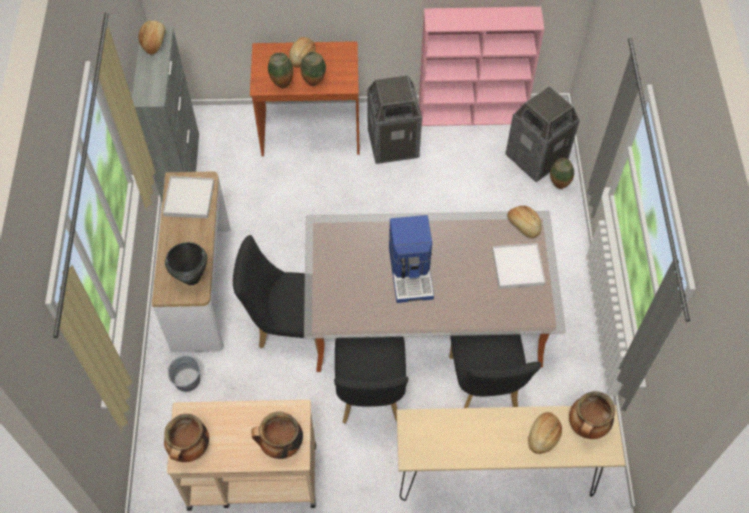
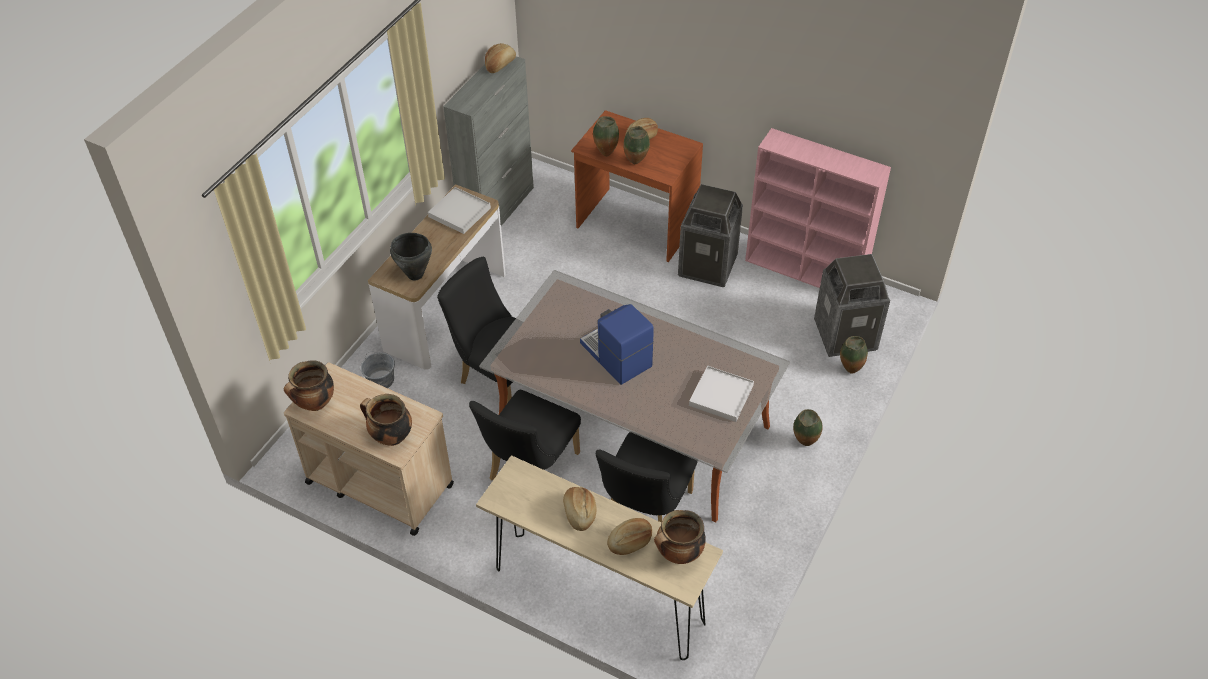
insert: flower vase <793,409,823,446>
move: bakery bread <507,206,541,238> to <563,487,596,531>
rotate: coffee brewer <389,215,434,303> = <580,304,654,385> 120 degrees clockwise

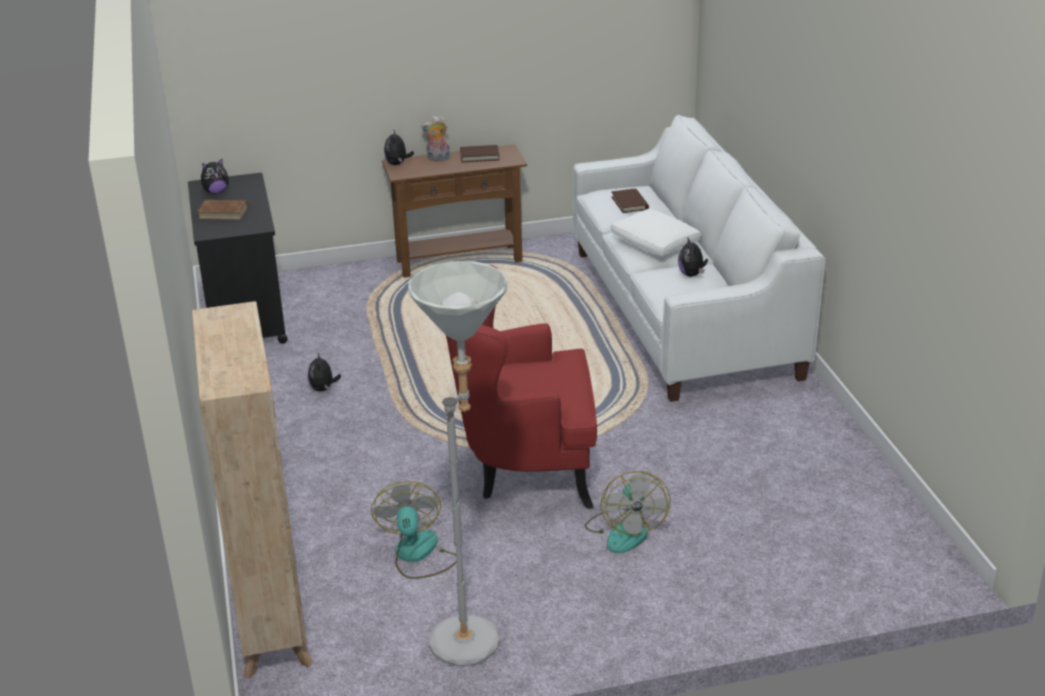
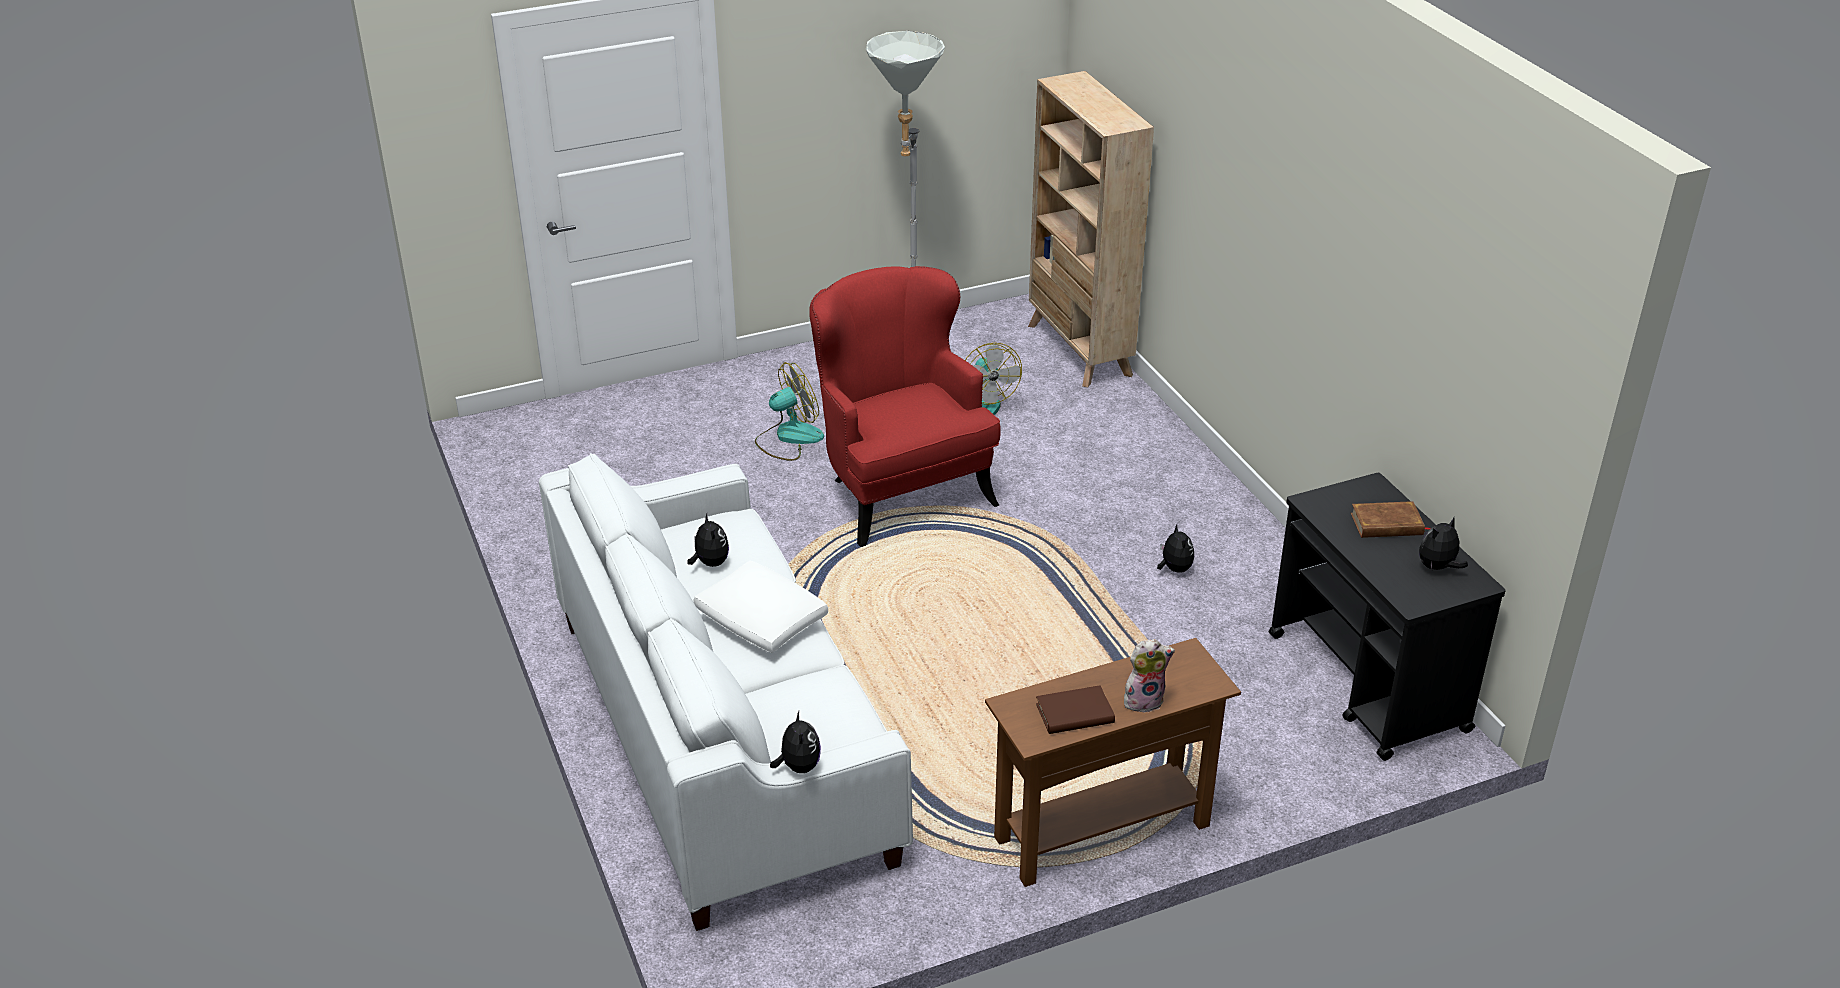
delete: volume (brownish) <611,188,649,213>
move: soft toy <384,130,414,165> to <770,711,821,773>
rotate: armchair (red) <446,265,597,509> = <809,266,1001,547> 105 degrees counterclockwise; fan <585,471,671,553> = <755,362,824,461> 75 degrees clockwise

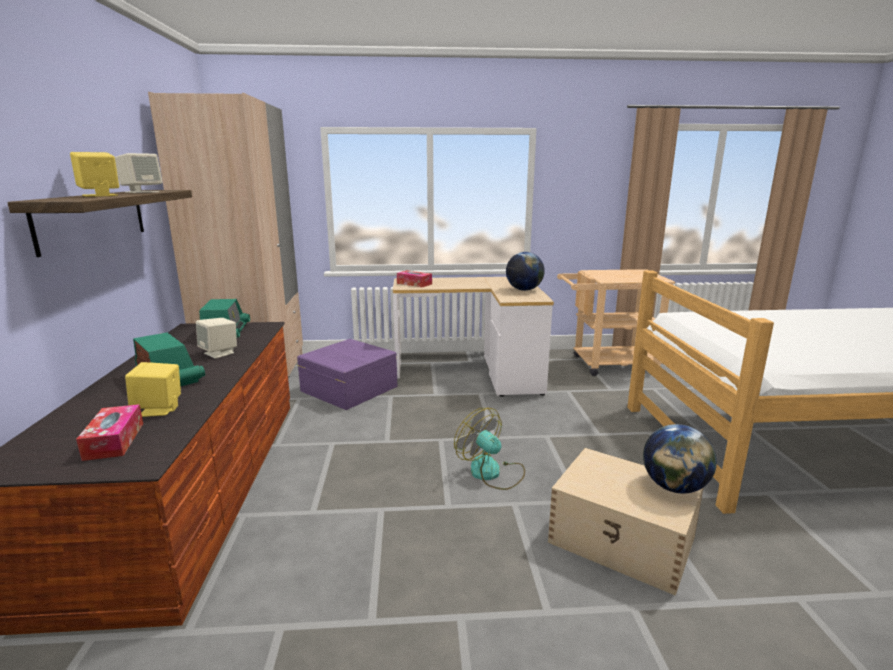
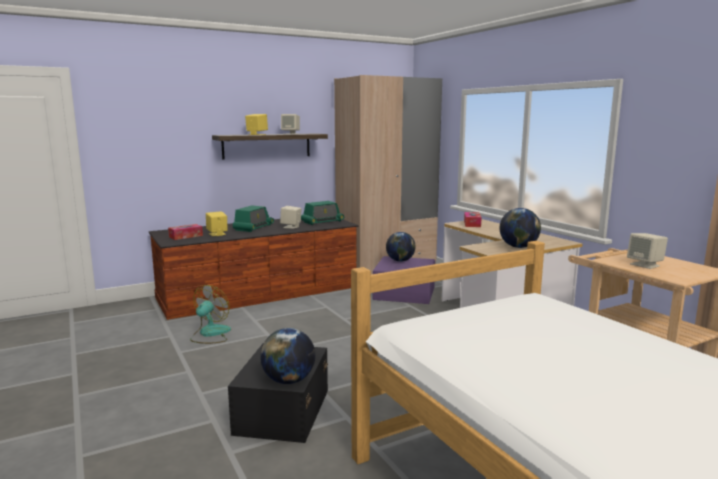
insert: desk globe <386,232,416,262>; speaker (beige) <627,233,668,269>
move: fan <454,408,525,490> to <190,285,231,344>
recolor: storage box (beige) <548,448,704,596> to storage box (black-coloured) <228,343,328,443>

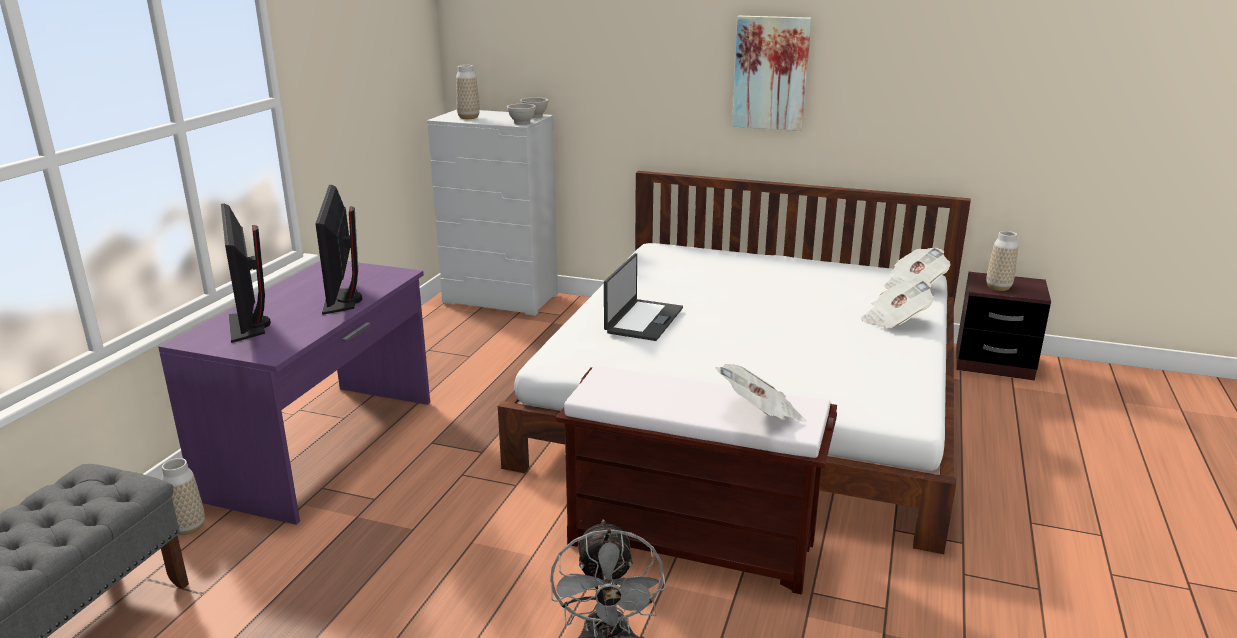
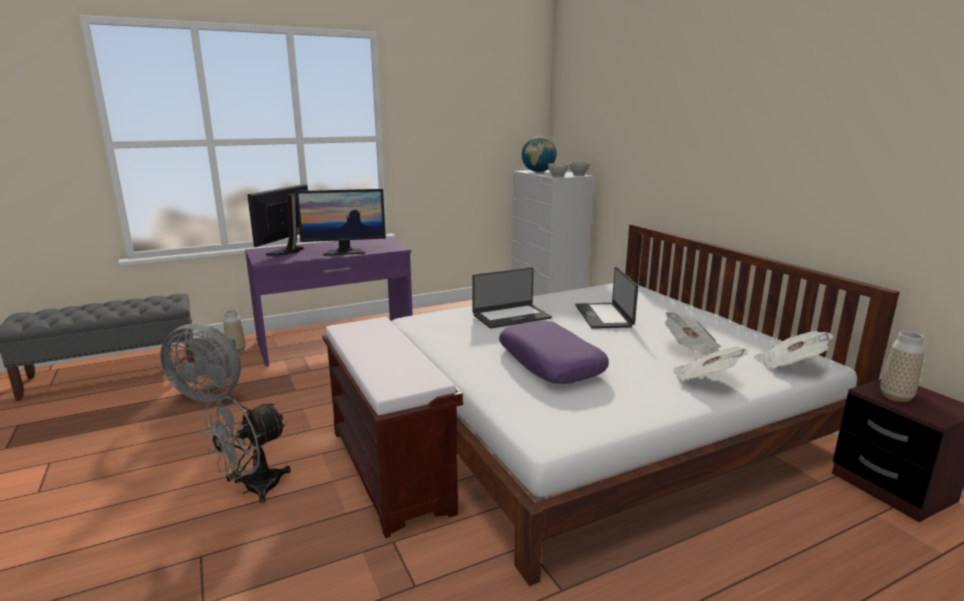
delete: wall art <732,16,812,131>
insert: fan (grey) <160,323,241,401>; cushion (purple) <499,321,609,384>; portable computer <575,267,638,329>
move: newspaper <716,364,807,421> to <665,311,721,356>
replace: flower vase <456,65,480,119> to desk globe <522,136,556,172>
rotate: monitor <315,185,362,315> = <295,189,386,256> 135 degrees counterclockwise

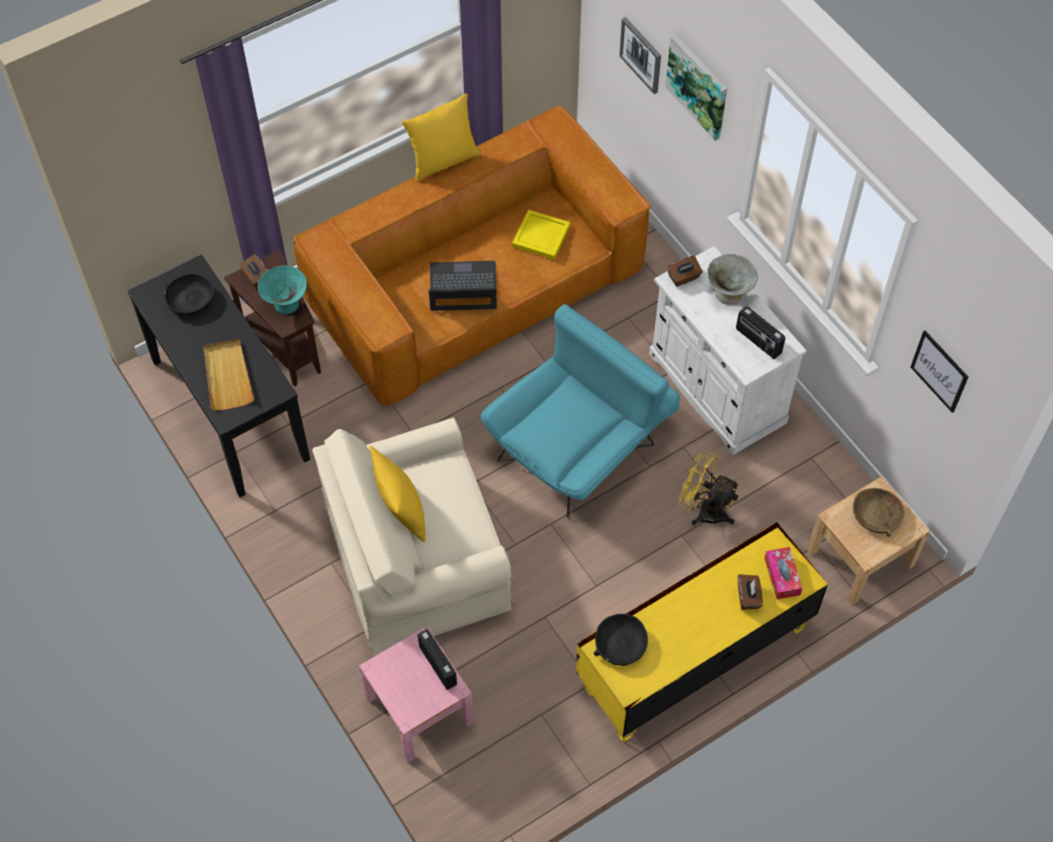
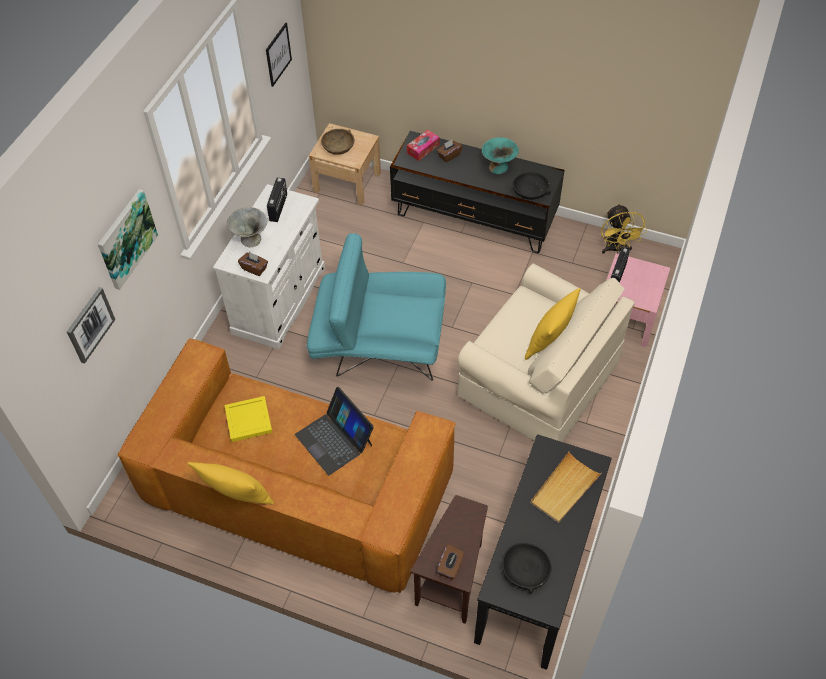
move: serving bowl (blue-green) <258,266,307,315> to <482,137,519,174>; fan (yellow-coloured) <678,450,740,526> to <601,204,647,254>
recolor: tv stand (yellow-coloured) <576,522,828,742> to tv stand (black-coloured) <390,131,565,253>

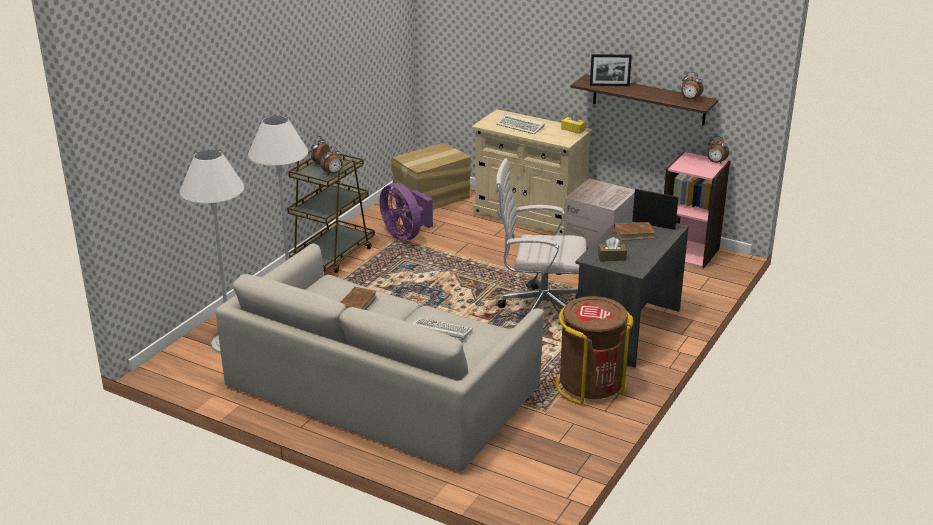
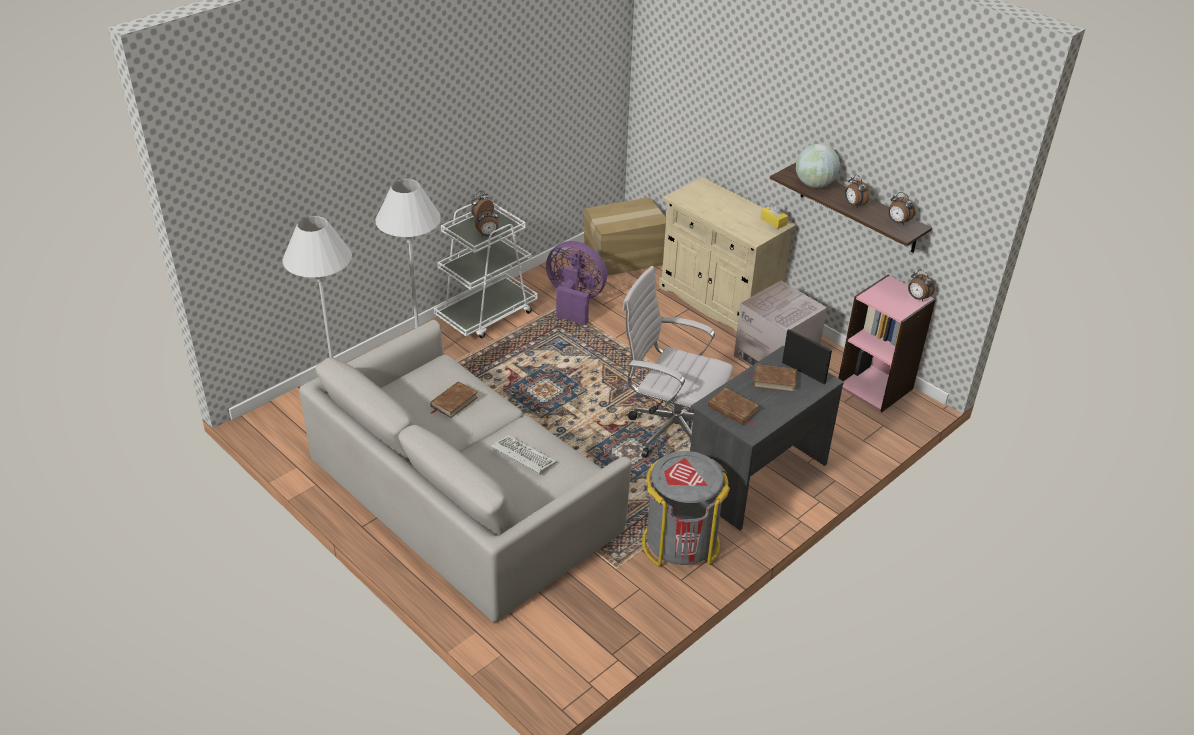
delete: PC keyboard <496,114,545,134>
insert: alarm clock <845,174,869,209>
replace: photo frame <590,54,632,86> to desk globe <796,144,840,188>; tissue holder (brownish) <598,237,627,261> to volume (brownish) <708,387,760,426>
recolor: wheeled cart (brownish) <287,150,375,273> to wheeled cart (white) <434,203,538,339>; waste bin (brownish) <556,296,634,405> to waste bin (grey) <642,451,730,566>
rotate: fan (purple) <379,183,433,241> = <546,241,607,325> 135 degrees clockwise

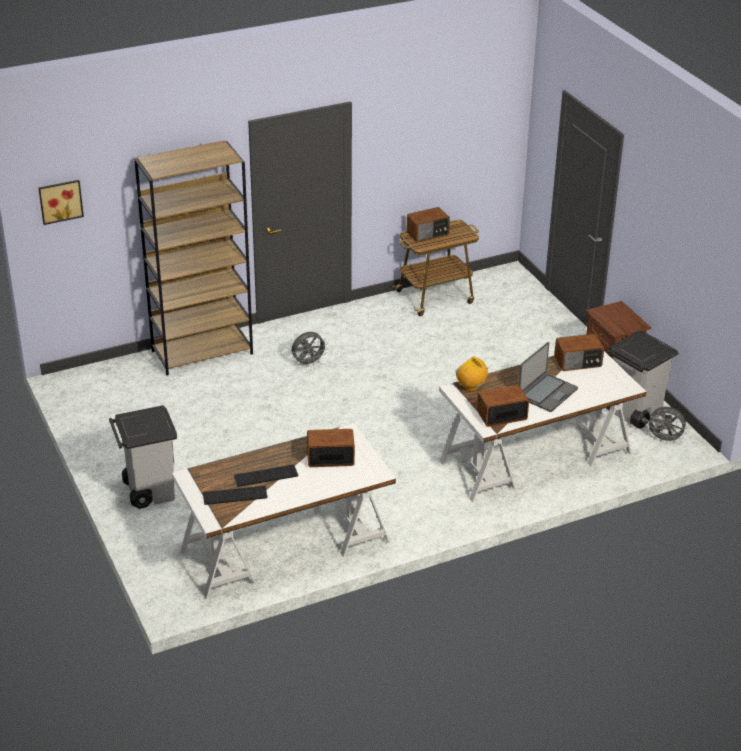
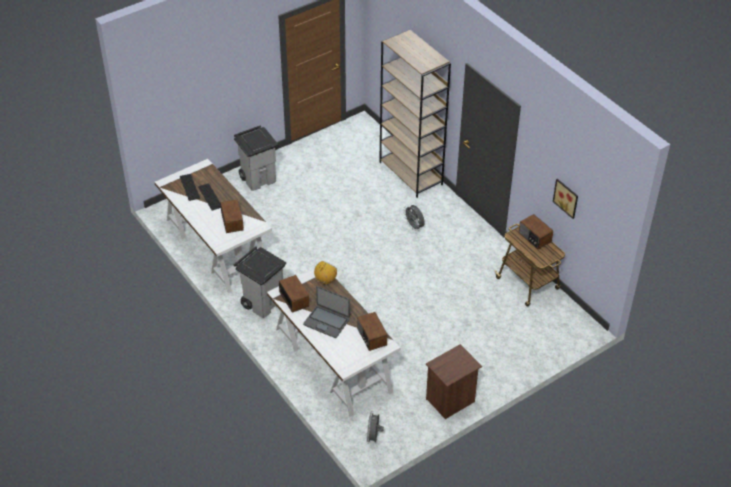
move: wall art <39,180,84,225> to <553,179,578,219>; waste bin (grey) <606,330,679,429> to <234,246,286,318>

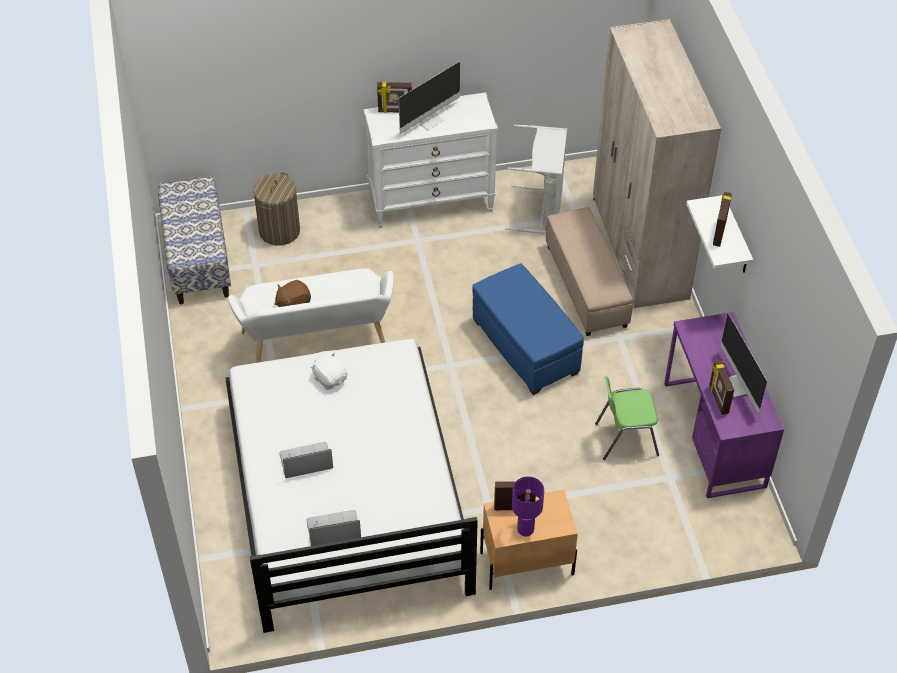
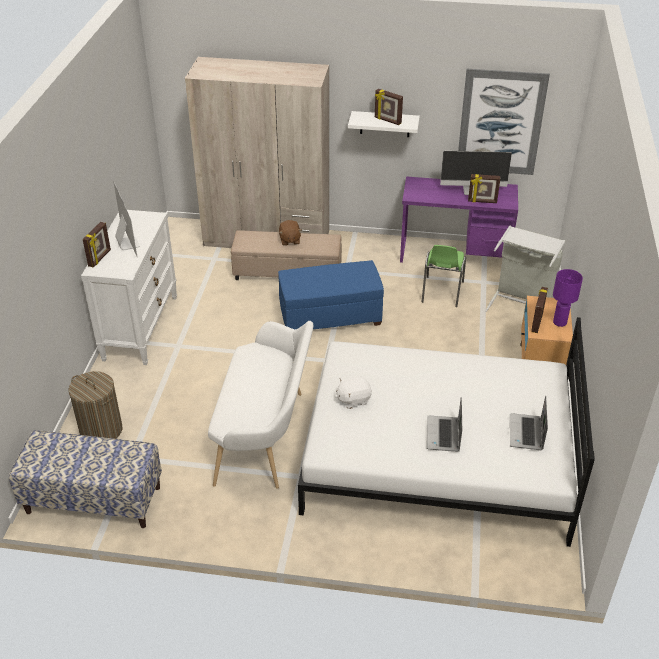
insert: wall art <458,69,550,175>
move: soft toy (brownish) <275,280,311,307> to <279,220,302,246>; hamper (grey) <505,125,567,234> to <485,226,565,312>

